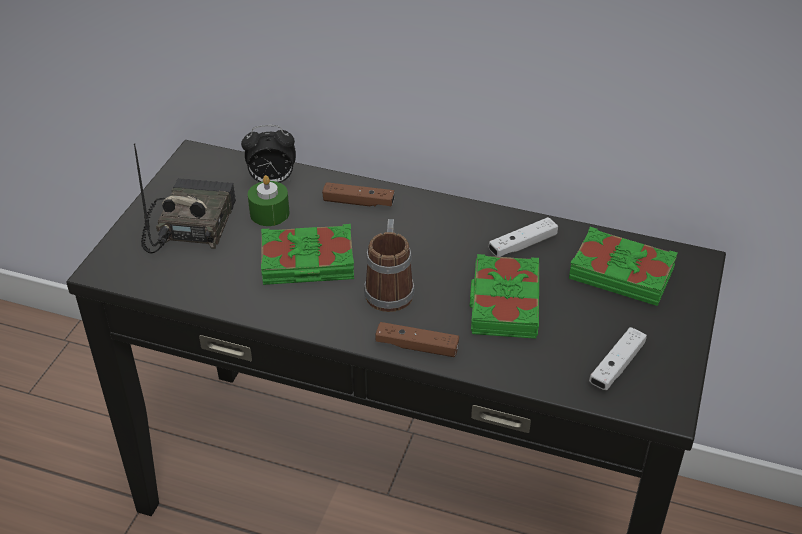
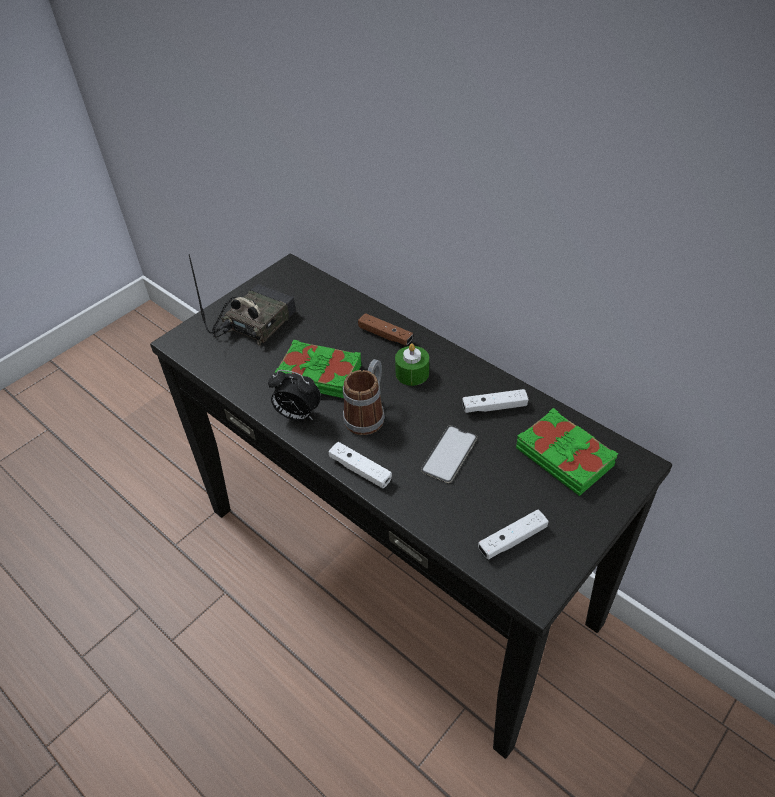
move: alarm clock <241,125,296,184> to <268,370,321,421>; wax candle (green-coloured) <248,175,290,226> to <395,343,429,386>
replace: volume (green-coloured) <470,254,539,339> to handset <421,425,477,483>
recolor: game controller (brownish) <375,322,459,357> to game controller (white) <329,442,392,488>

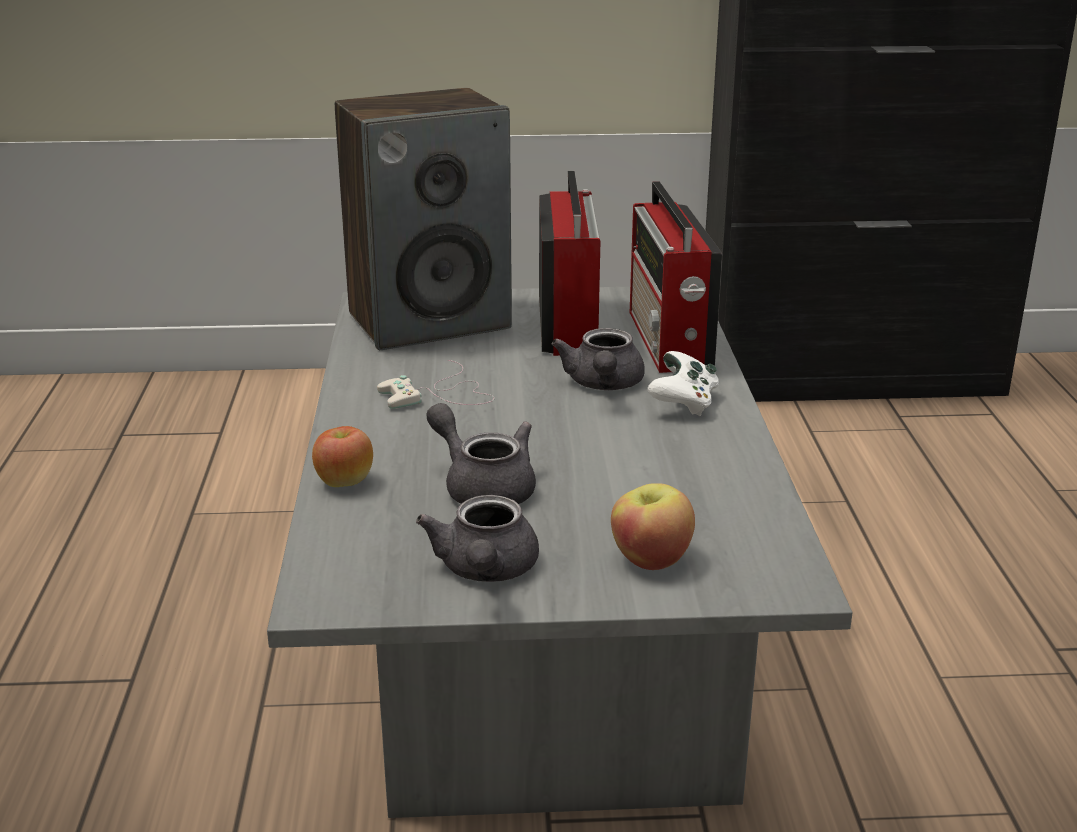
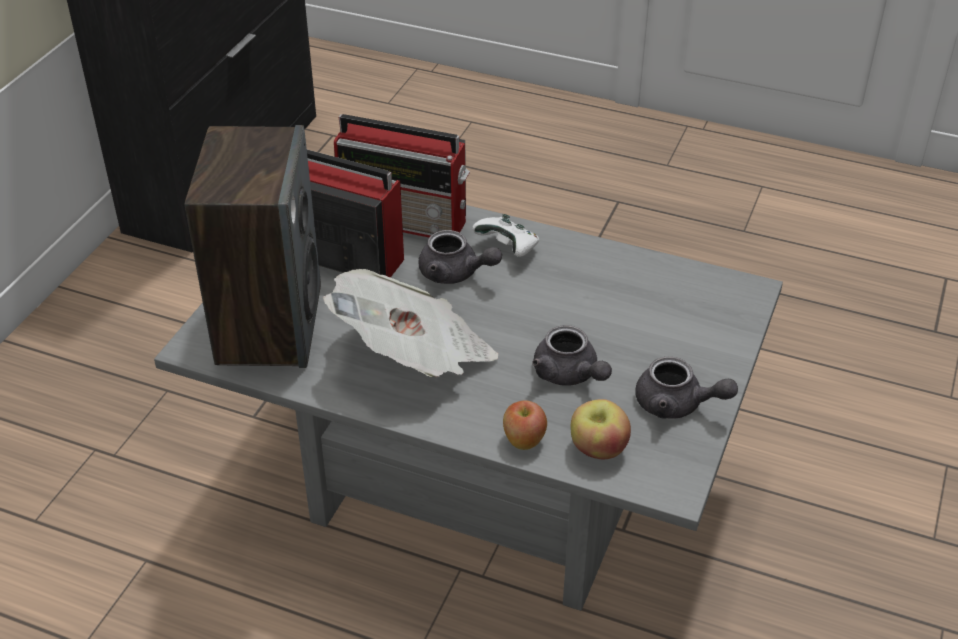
move: whole apple <611,483,695,570> to <570,399,631,459>
replace: game controller (white) <377,360,495,409> to newspaper <323,269,498,378>
rotate: pot for tea (grey) <426,403,536,504> = <532,325,612,386> 105 degrees counterclockwise

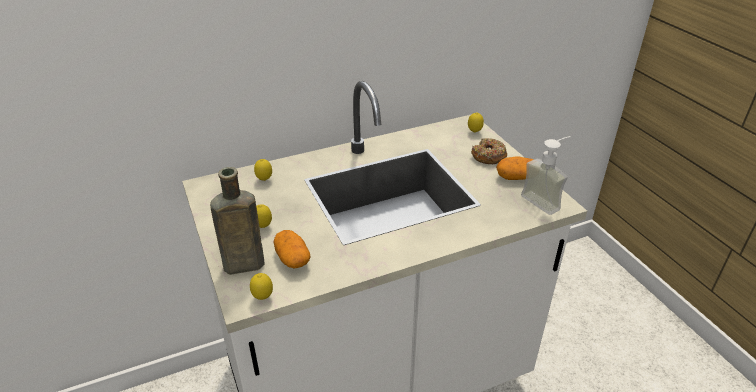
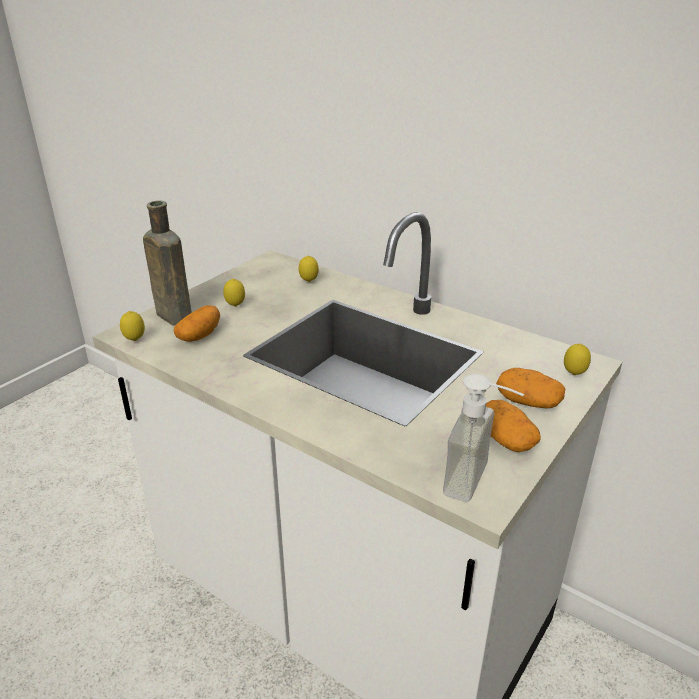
replace: ring doughnut <471,138,507,164> to spud <496,368,565,409>

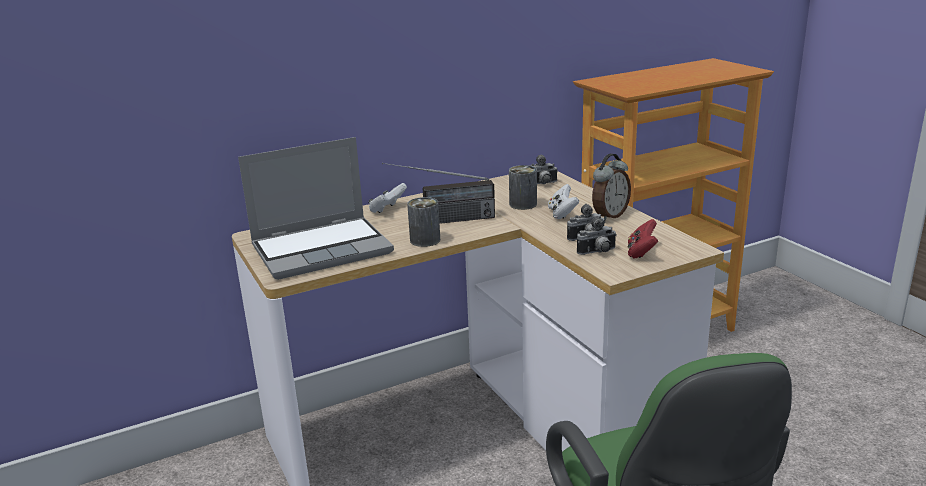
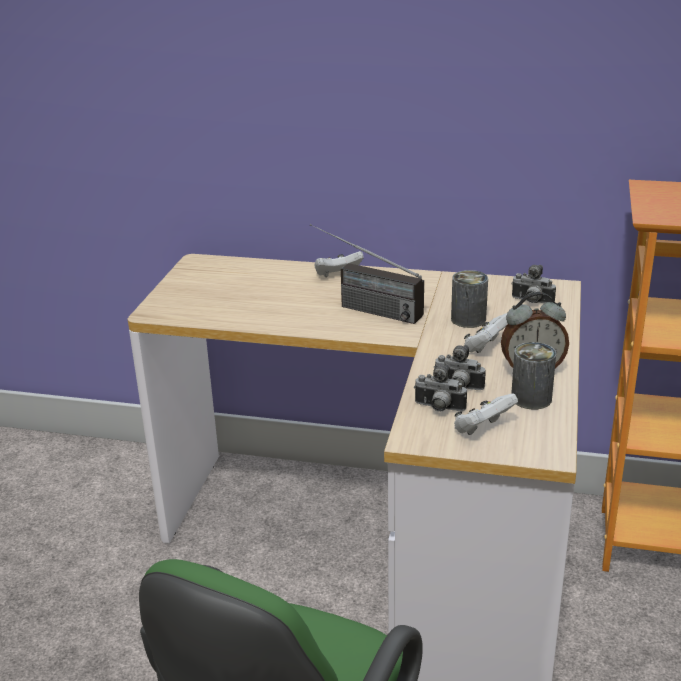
delete: portable computer <238,137,394,280>
move: metal can <407,197,440,247> to <511,342,556,410>
recolor: game controller (red) <628,219,658,258> to game controller (white) <454,393,518,435>

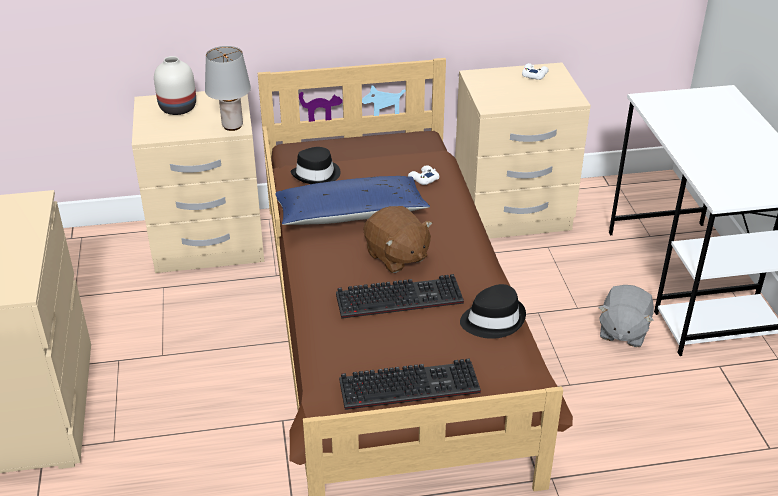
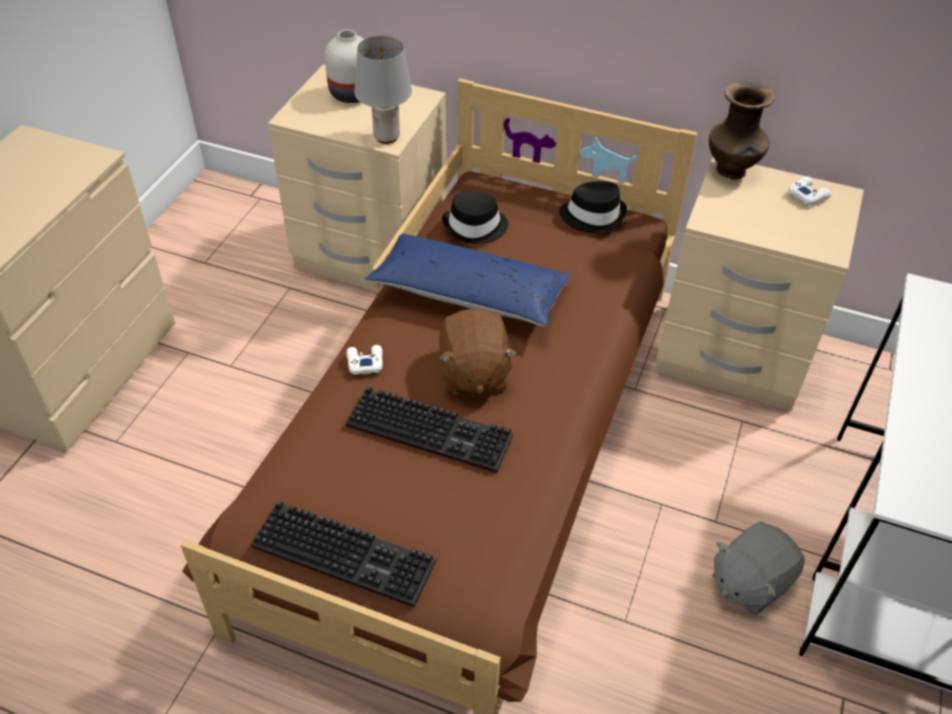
insert: flower vase (brownish) <709,81,775,180>
move: game controller (white) <408,165,439,185> to <346,345,383,375>; wearable hat (black-coloured) <460,284,526,339> to <559,181,627,233>

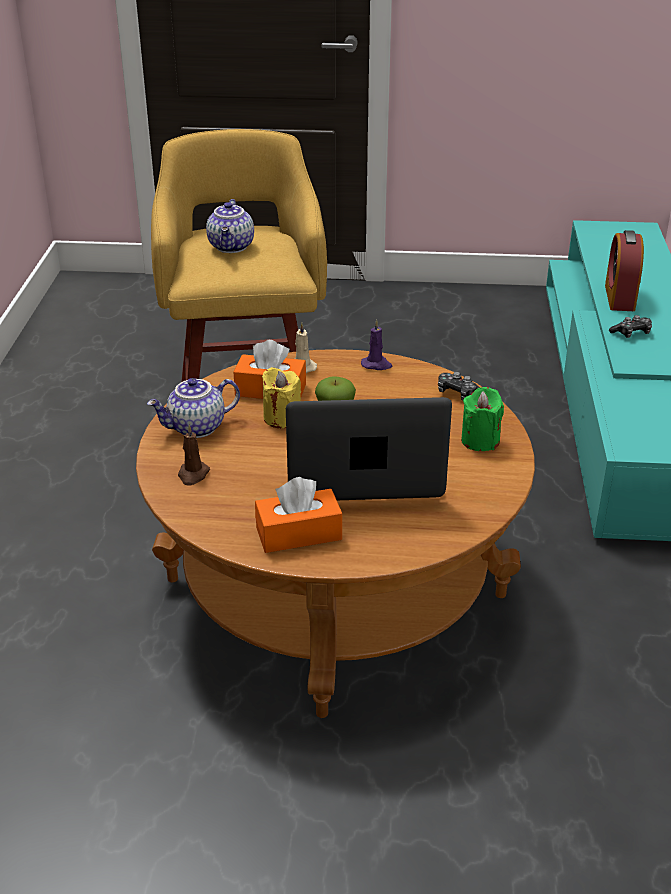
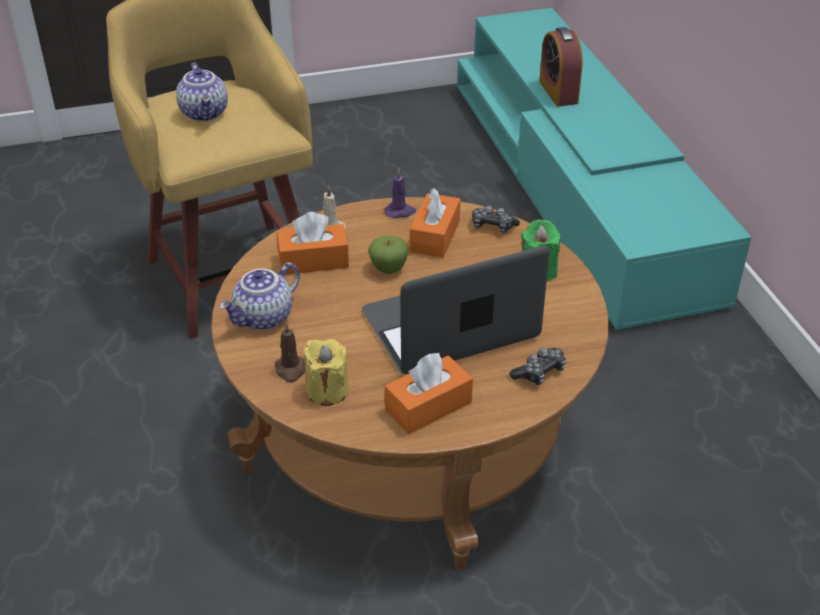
insert: tissue holder (orange-coloured) <410,188,460,258>
move: wax candle (yellow-coloured) <262,367,301,428> to <303,339,349,406>; game controller <609,315,652,338> to <509,348,566,385>

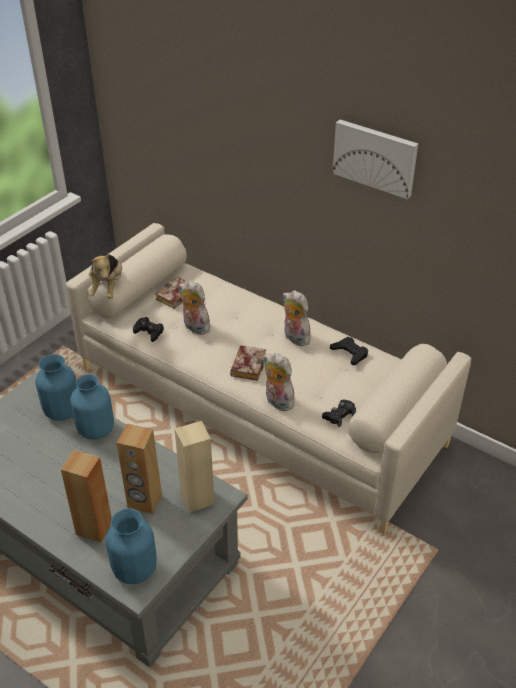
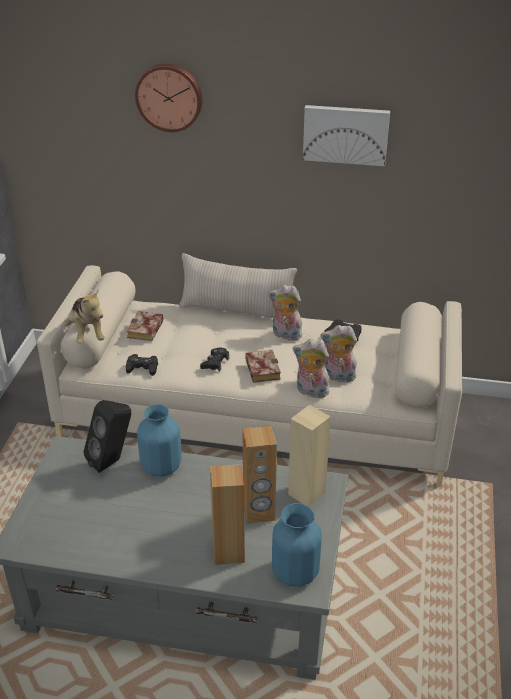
insert: hanging clock <135,64,202,132>; cushion (beige) <179,253,297,318>
move: soft toy <179,280,210,335> to <321,325,357,383>; game controller (black-coloured) <322,400,356,427> to <200,347,229,372>
replace: flower vase (blue-coloured) <35,354,77,421> to speaker (black-coloured) <84,400,131,473>

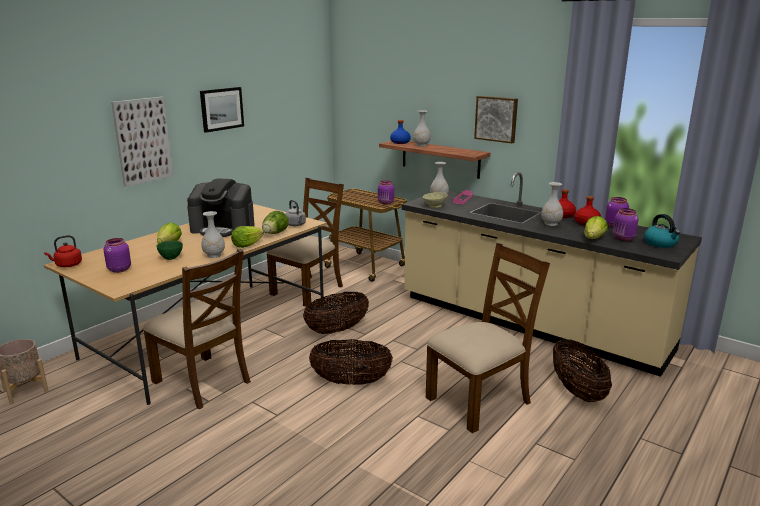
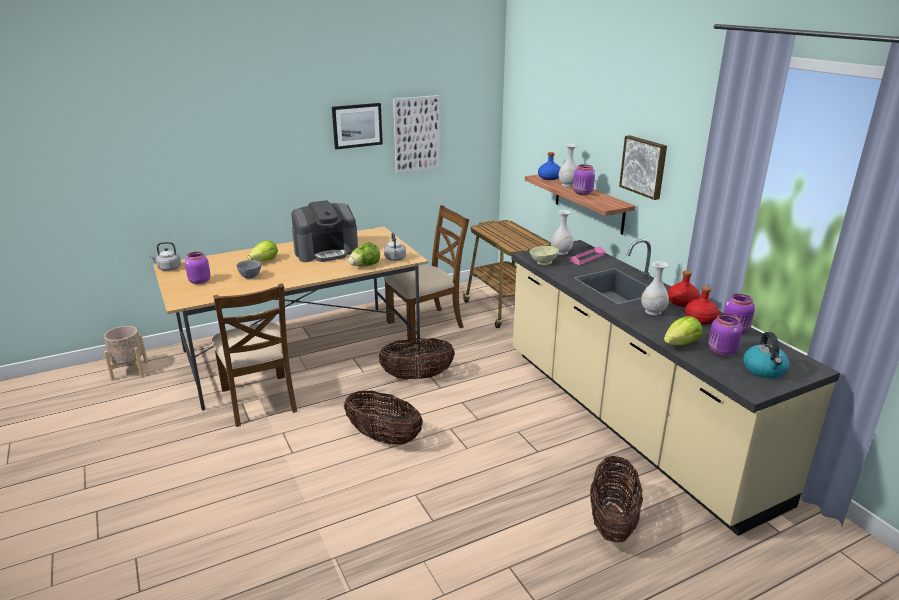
delete: flower vase (white) <201,211,225,258>; lettuce <231,226,264,248>; upright chair (brownish) <426,243,550,433>
move: wall art <111,97,173,187> to <393,95,440,174>; jar (purple) <378,180,394,205> to <573,164,595,195>
recolor: kettle (red) <44,235,82,267> to kettle (grey) <149,242,181,271>; serving bowl (green-coloured) <156,241,183,260> to serving bowl (grey) <236,260,261,279>
rotate: coffee brewer <187,178,255,237> = <291,200,358,262> 60 degrees counterclockwise

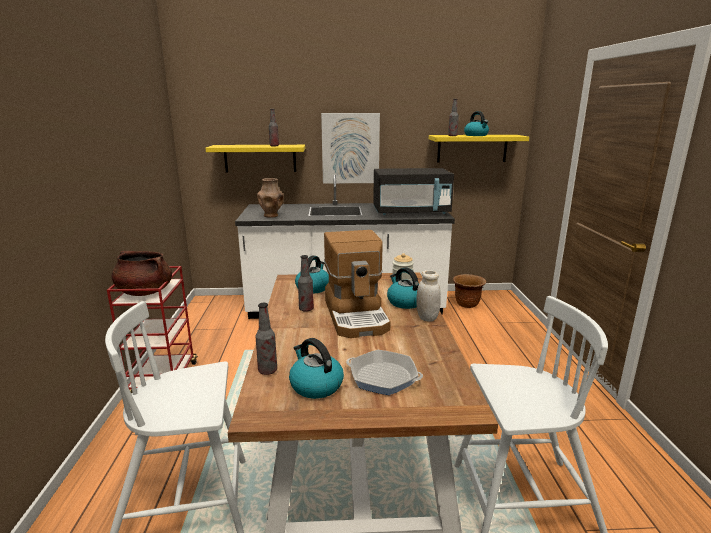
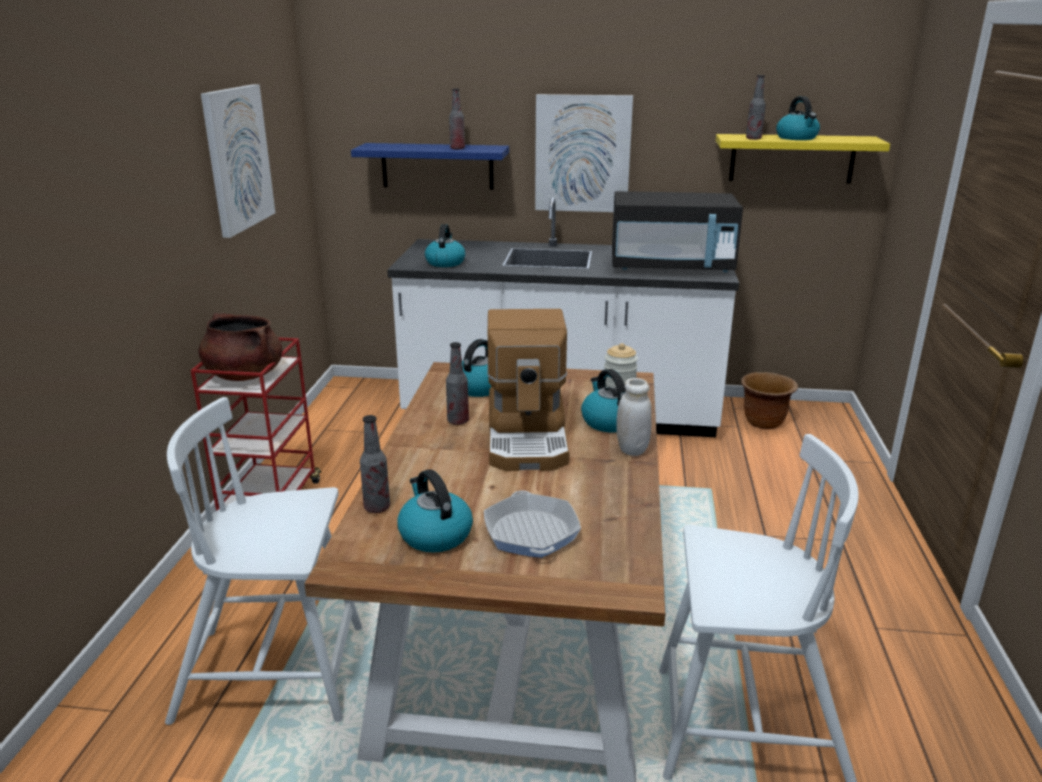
insert: wall art <201,84,275,238>
replace: flower vase (brownish) <257,178,284,218> to kettle <425,224,465,267>
recolor: wall shelf (yellow-coloured) <205,145,305,173> to wall shelf (blue-coloured) <351,143,509,190>
rotate: skillet <346,350,423,395> = <484,490,581,558> 45 degrees clockwise

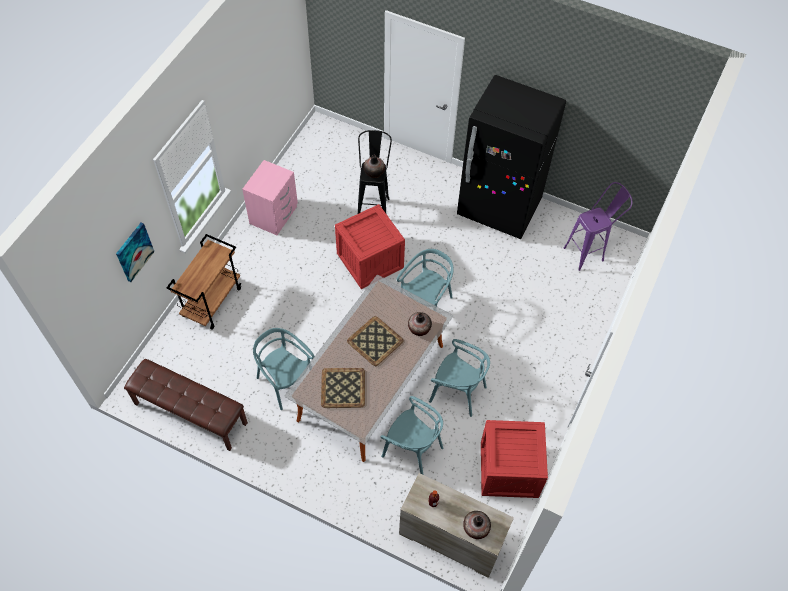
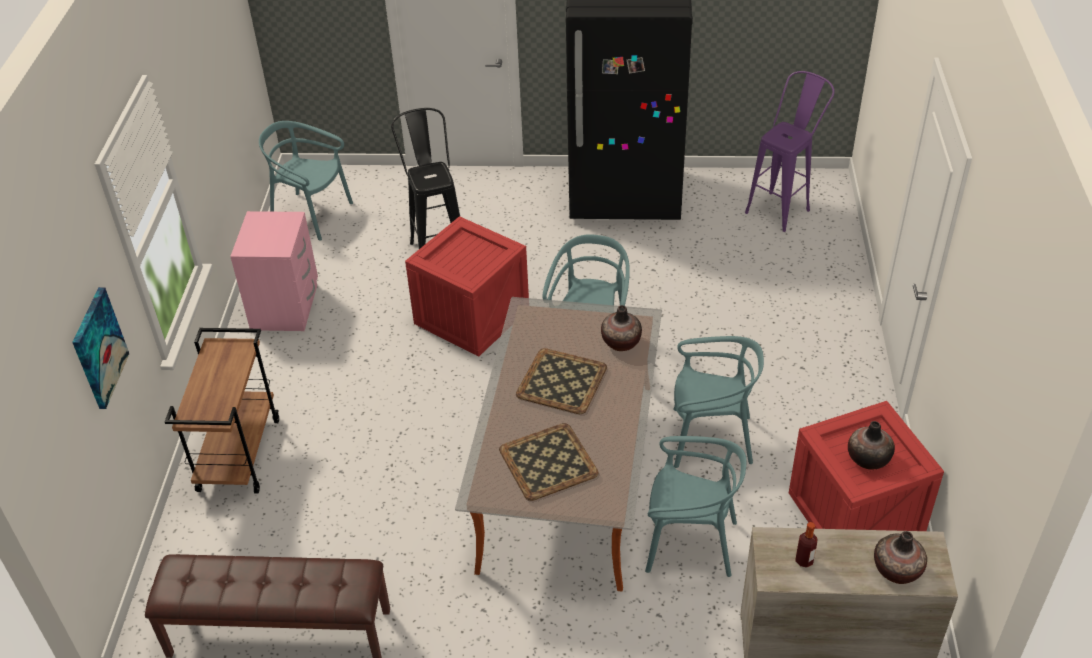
move: upright chair (blue-green) <253,328,314,410> to <259,121,353,241>; flower vase <364,155,385,178> to <848,421,895,470>

